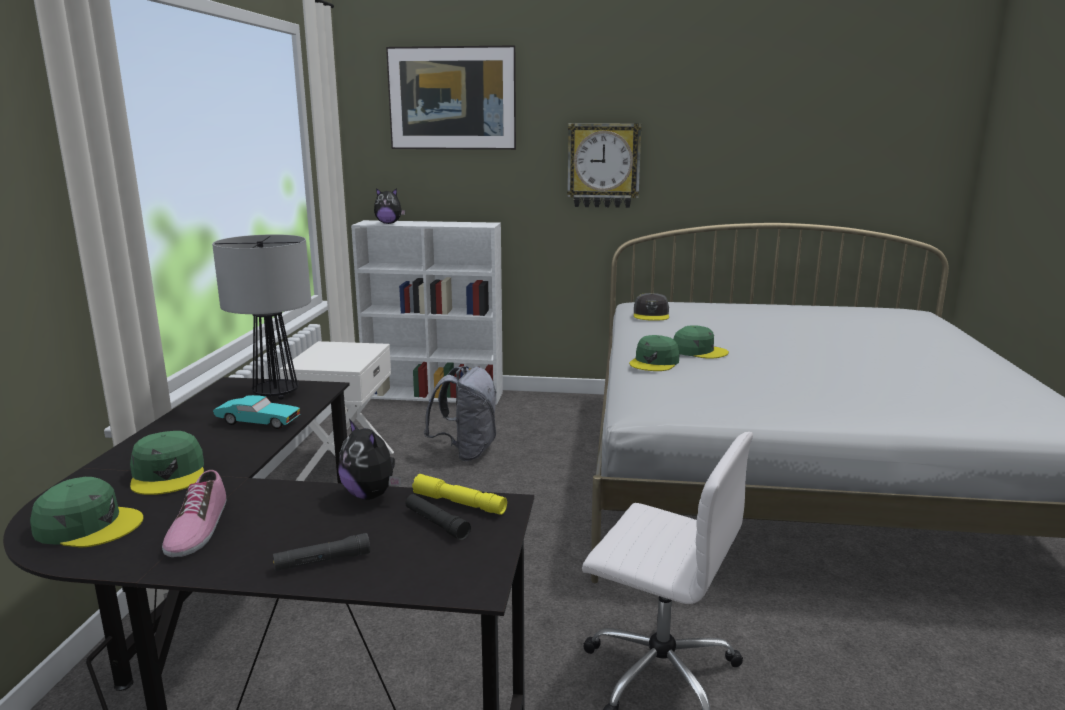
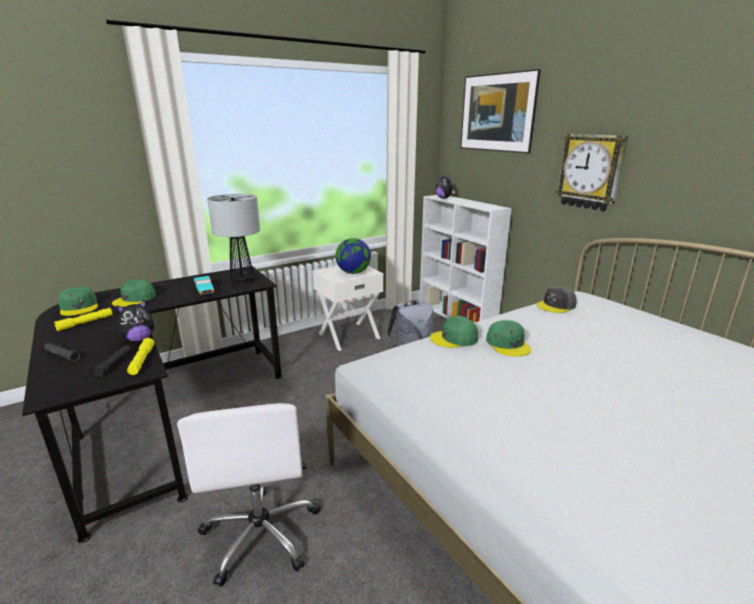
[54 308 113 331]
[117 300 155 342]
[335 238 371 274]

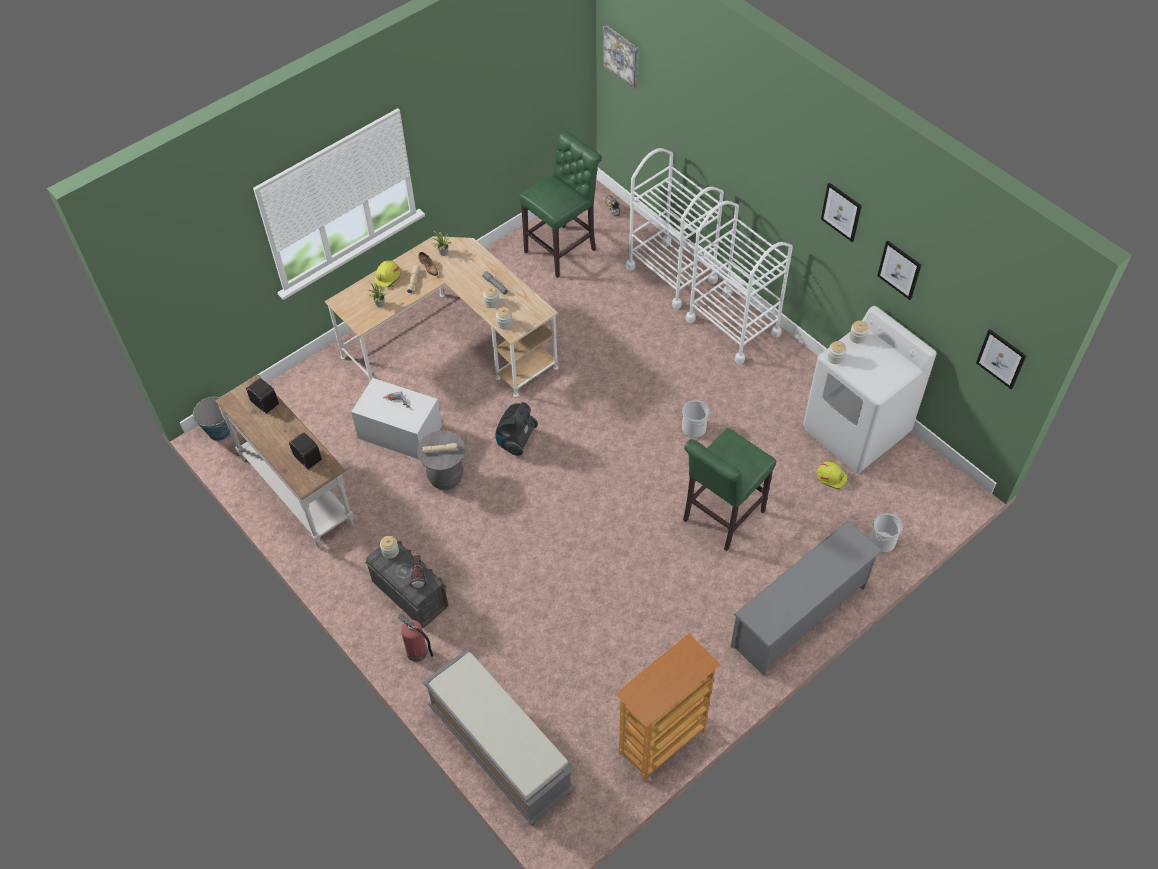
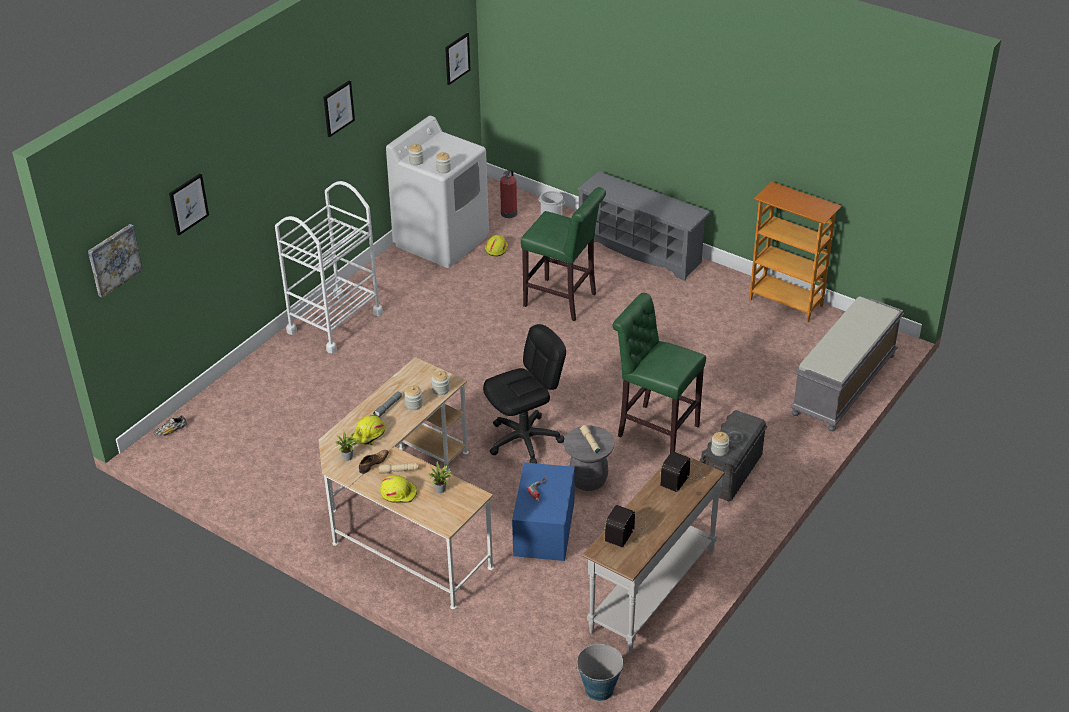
[512 462 575 561]
[500 170 517 218]
[409 553 427 589] (first image)
[483 324 566 463]
[612 293 706 453]
[626 148 724 309] (first image)
[682 400 709 438] (first image)
[169 173 209 236]
[352 415 385 445]

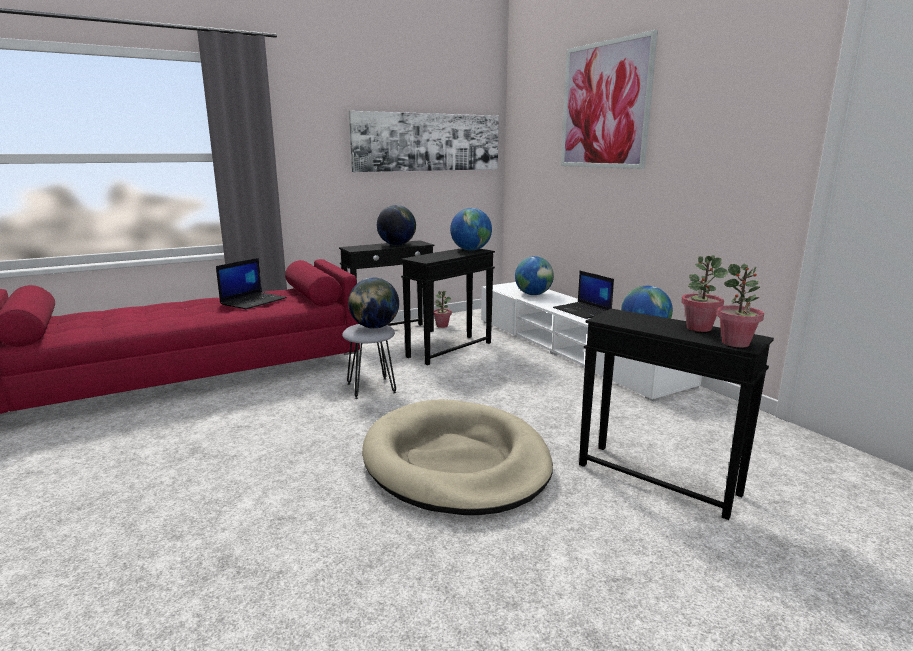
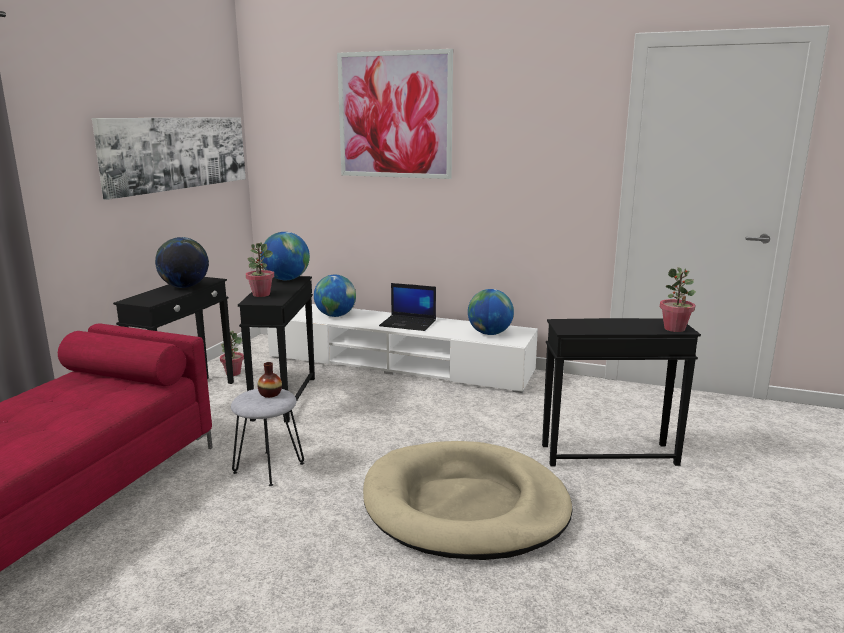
[216 258 287 309] (first image)
[258 362 282 398]
[246 242 274 297]

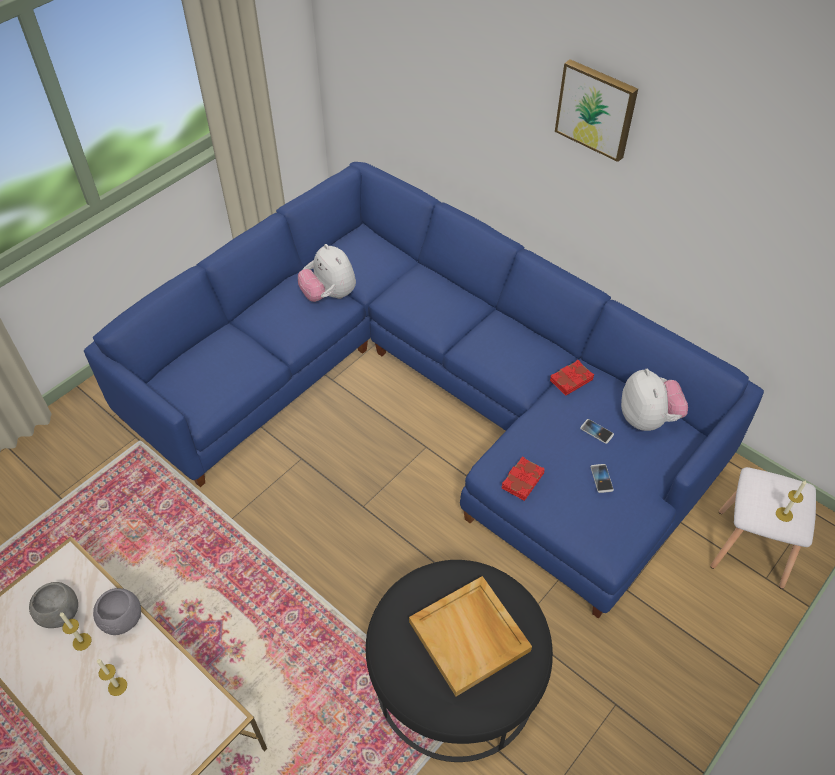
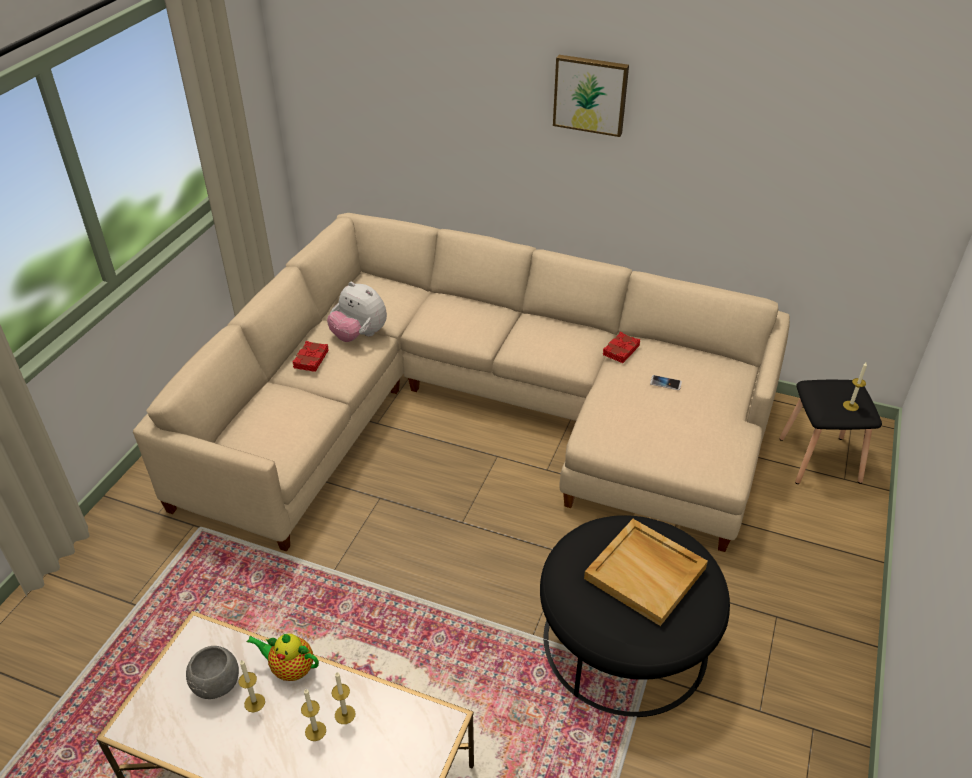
[133 213 790 552]
[247 633 319 681]
[292 341 329 372]
[590 464 614 493] (first image)
[621 369 688 431] (first image)
[779 380 882 484]
[332 672 356 724]

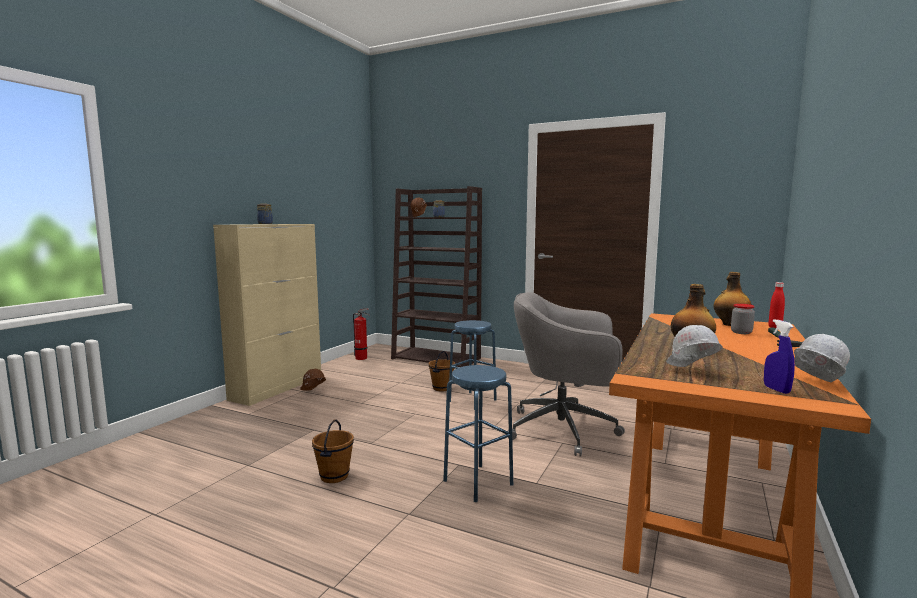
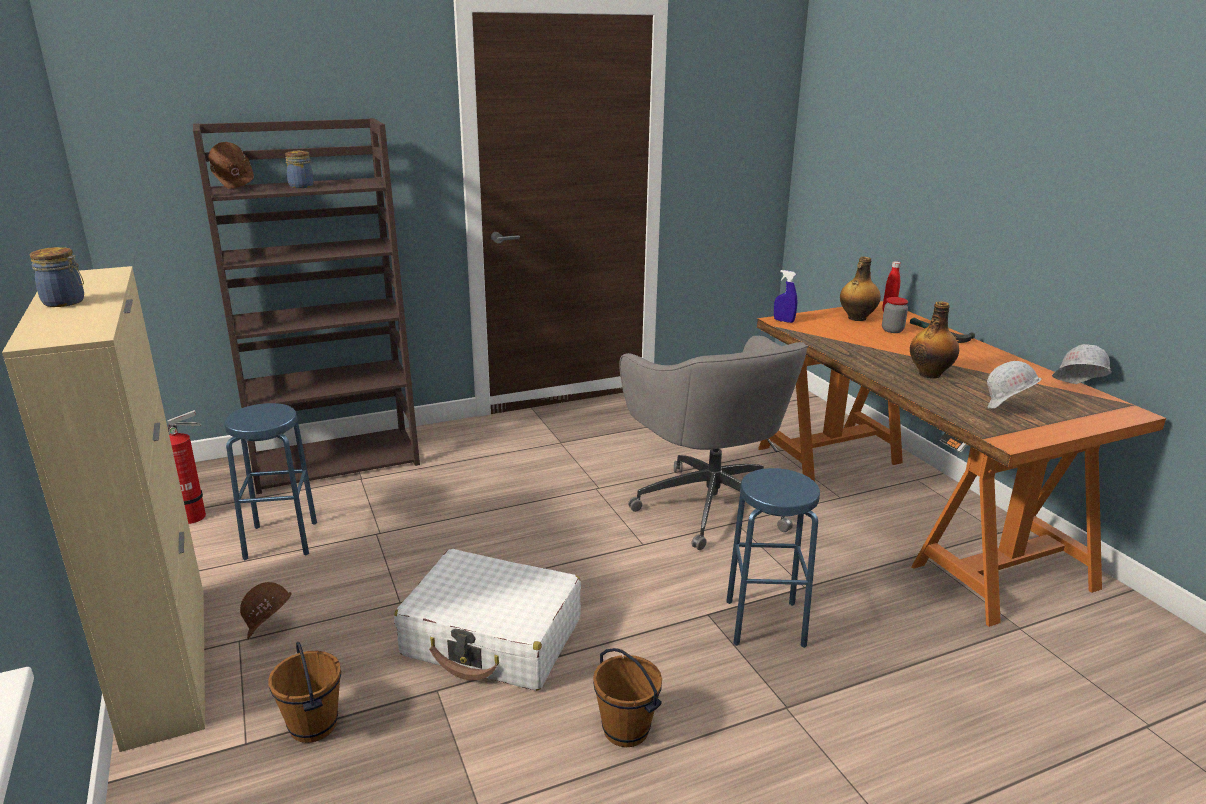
[268 642 341 743]
[224 403 317 560]
[619 336 808 550]
[774 270 797 323]
[394 549 581 691]

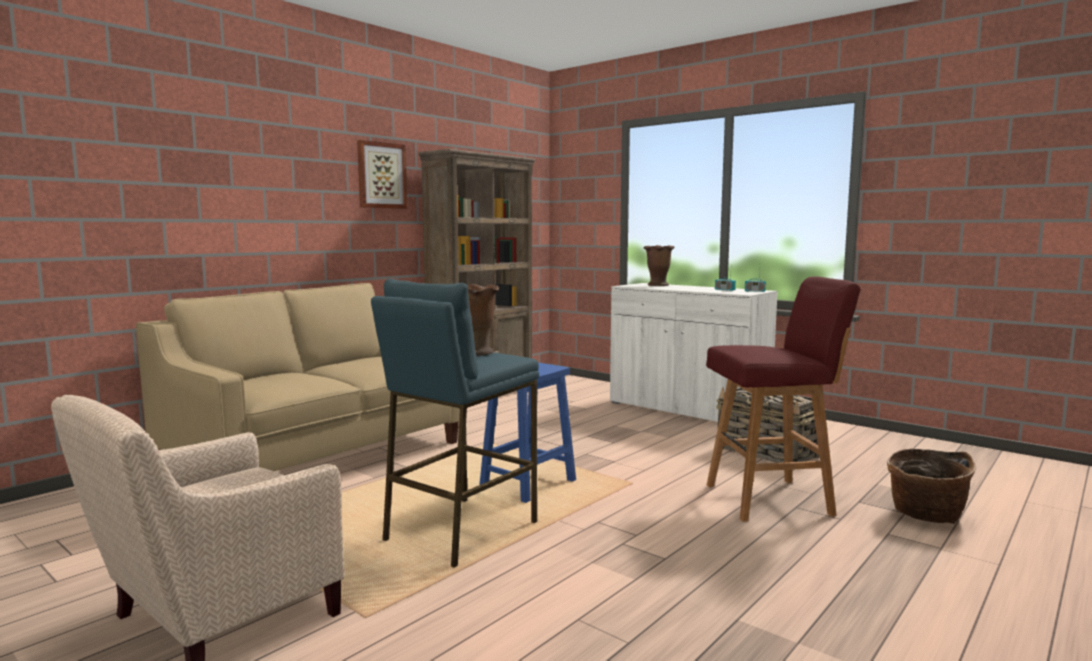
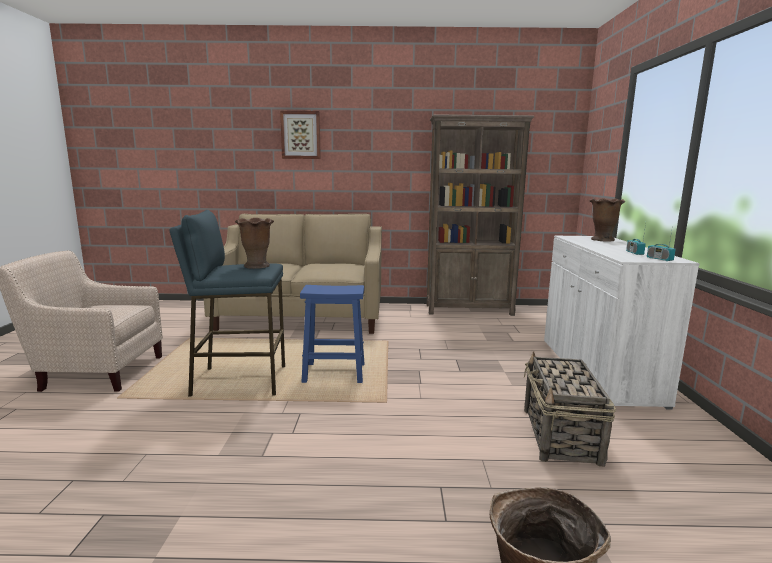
[280 111 321 159]
[706 276 861 522] (first image)

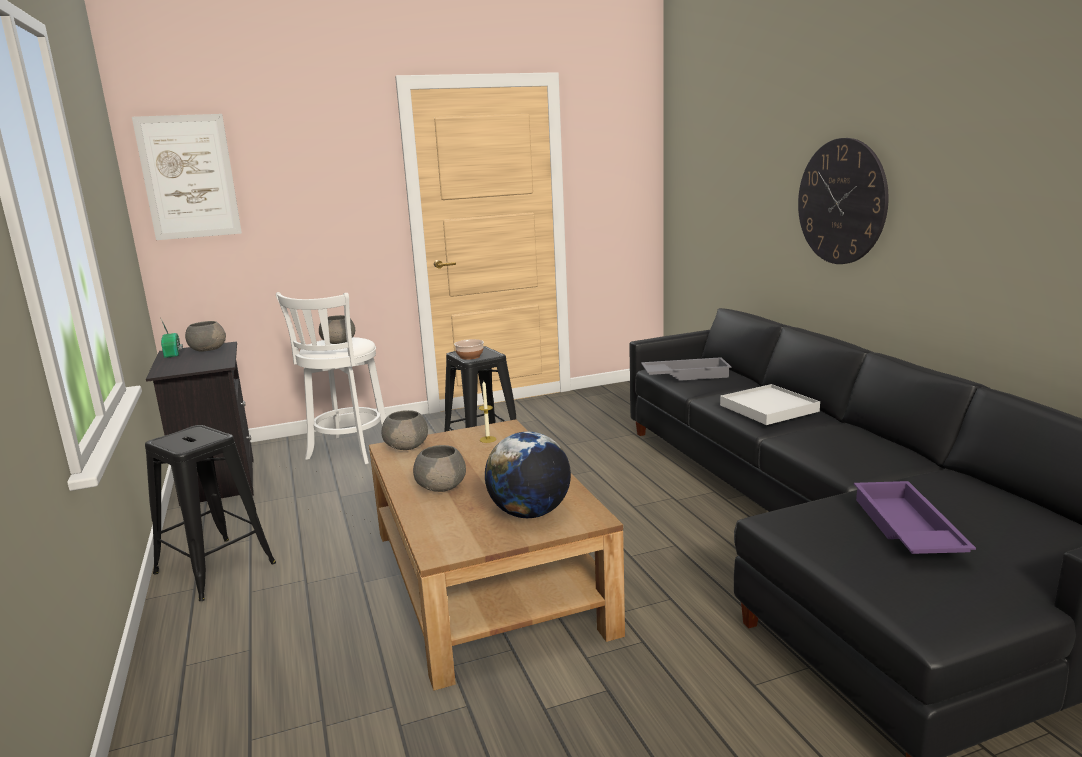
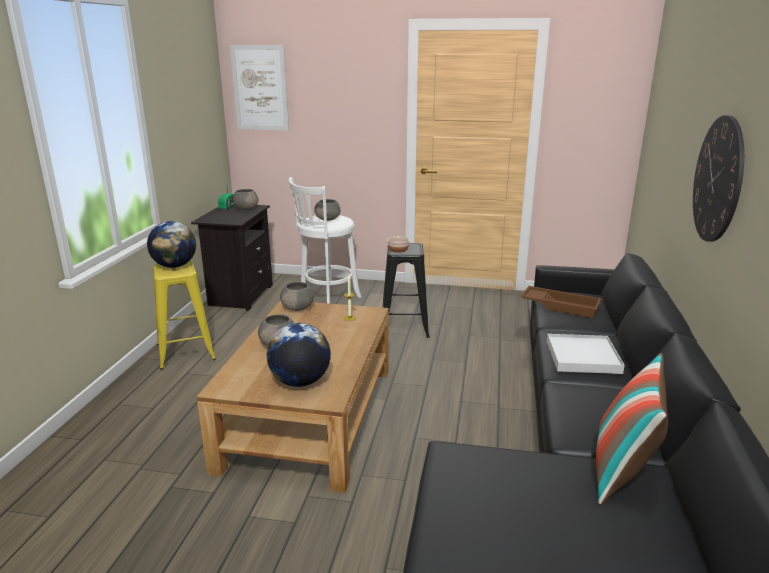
[153 261 216 370]
[521 286 601 318]
[854 481 976 554] (first image)
[147 221 196 268]
[596 353 668 504]

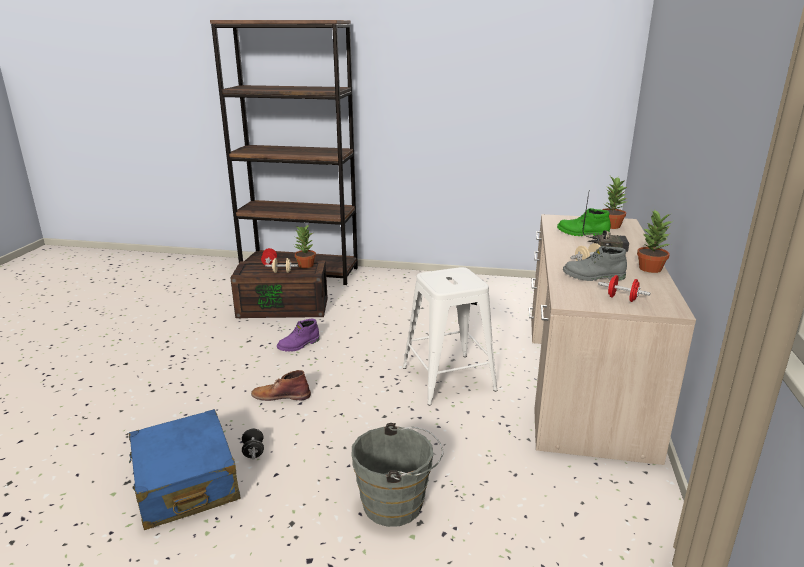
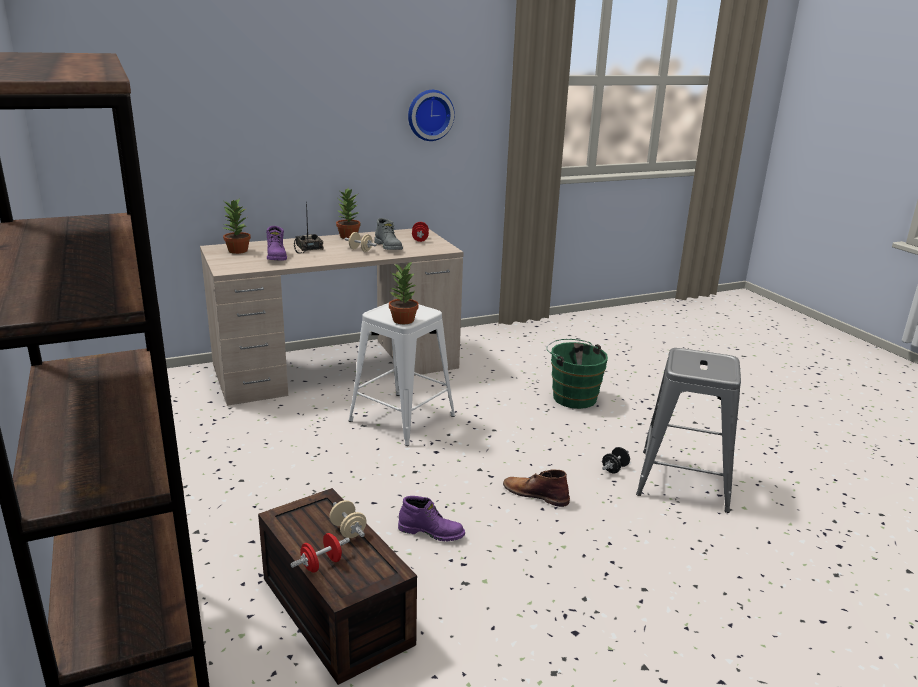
[636 348 741 513]
[503 469 570 507]
[389 261 419 324]
[547 339 608 409]
[266 226 287 260]
[408 90 455 141]

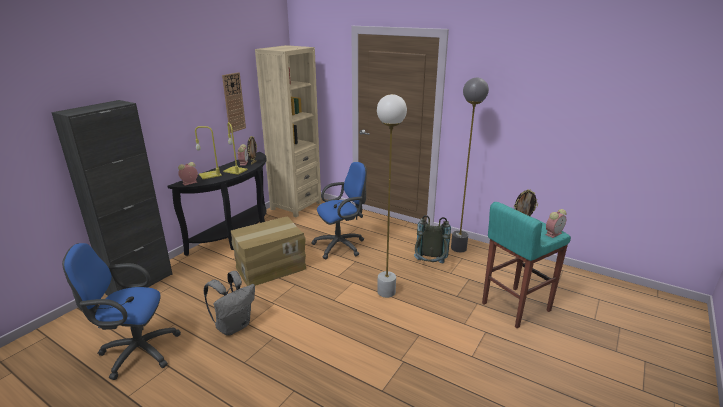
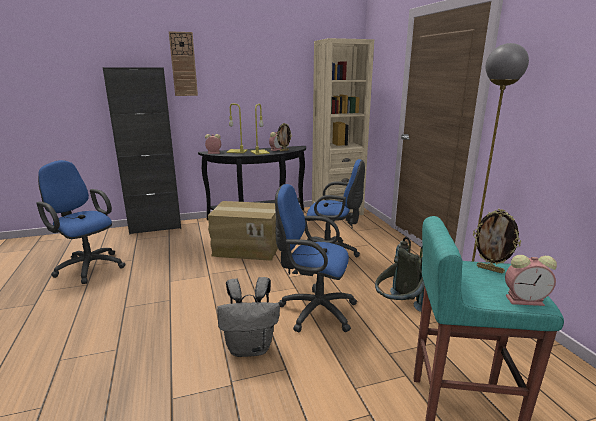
[217 277 280 357]
[169 31 198 96]
[275 184 357 332]

